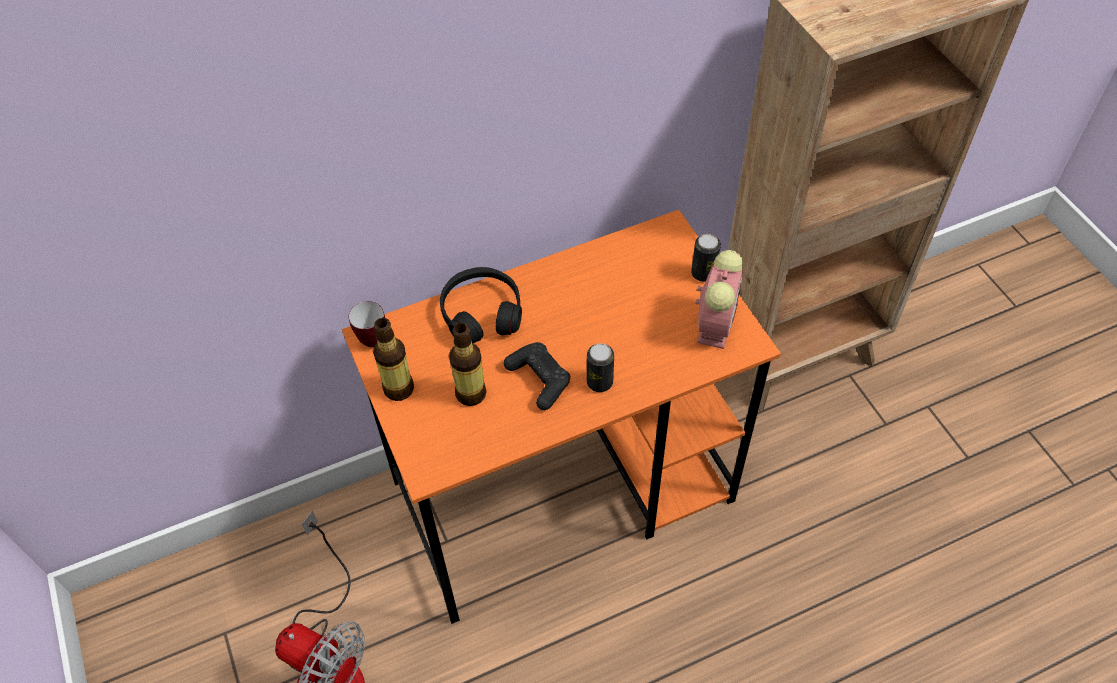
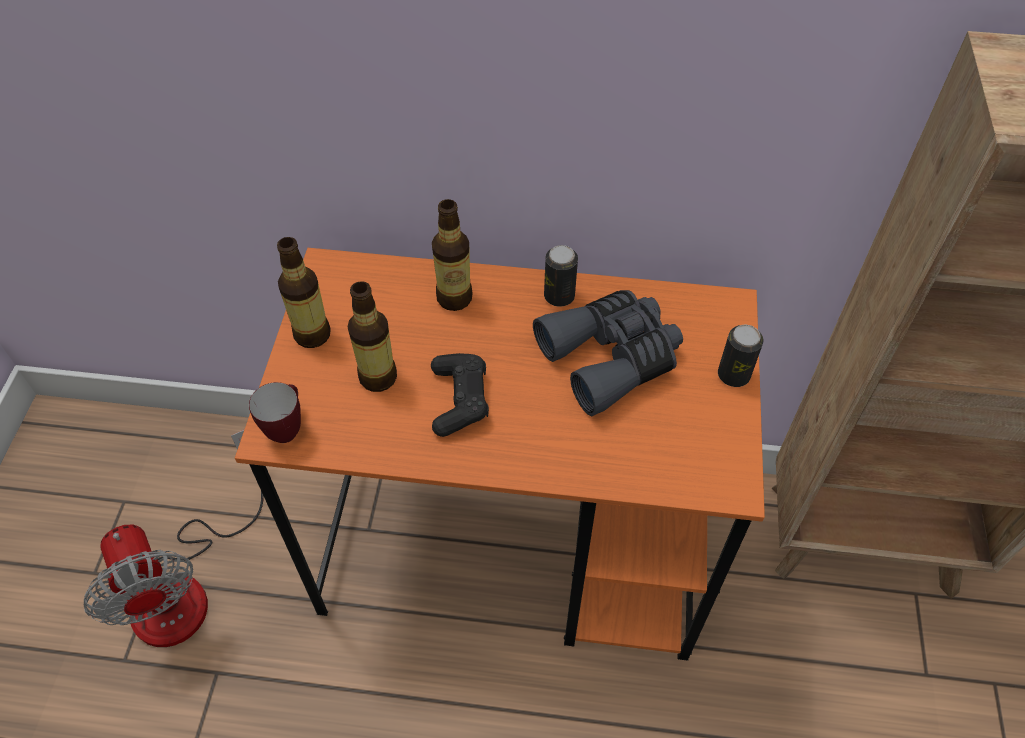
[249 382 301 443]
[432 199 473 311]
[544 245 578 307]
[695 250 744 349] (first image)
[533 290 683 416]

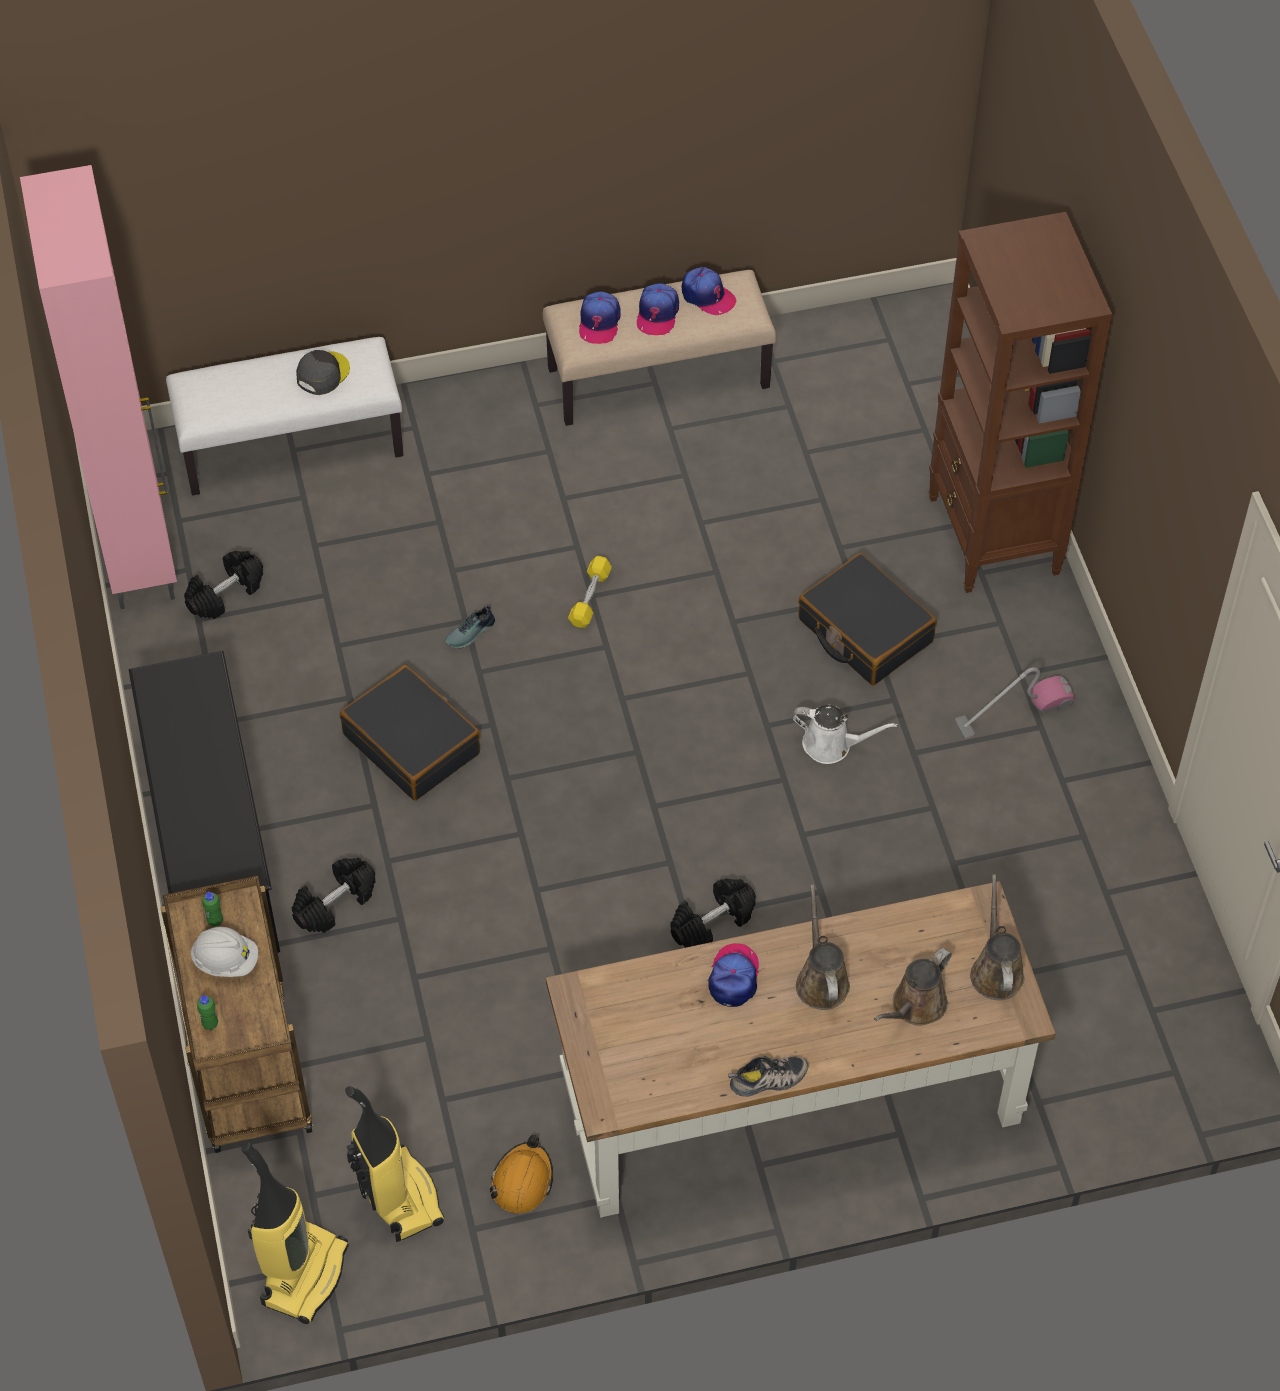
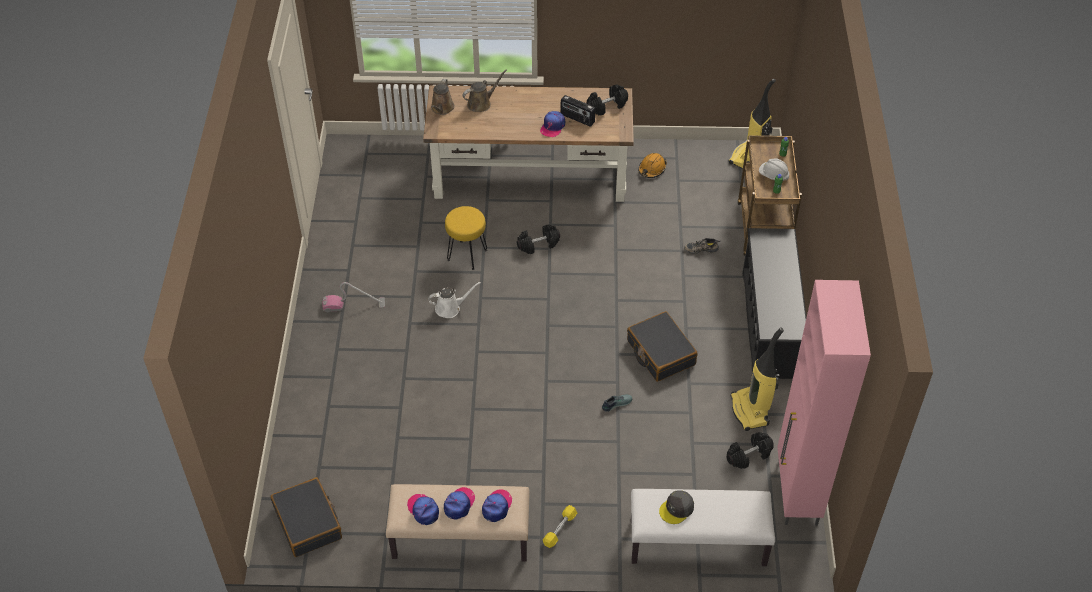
[586 84 628 116]
[730 327 784 431]
[543 505 577 548]
[684 238 721 254]
[428 282 481 318]
[796 884 850 1010] (first image)
[270 477 342 557]
[928 212 1112 593] (first image)
[445 206 487 270]
[561 95 595 127]

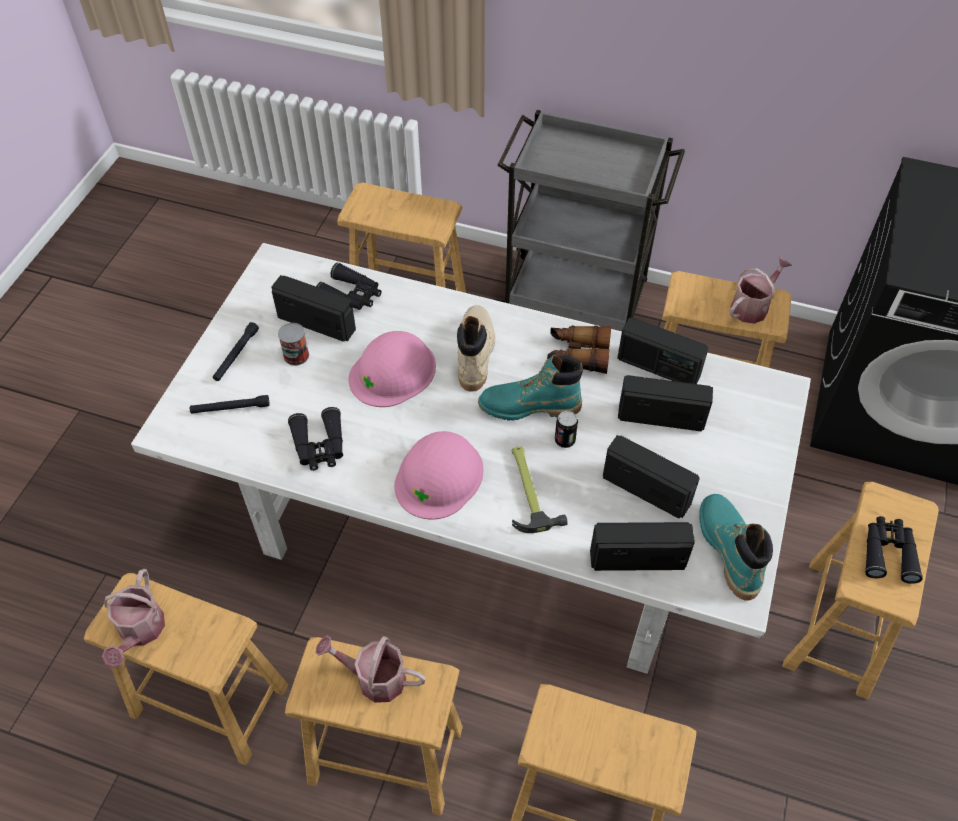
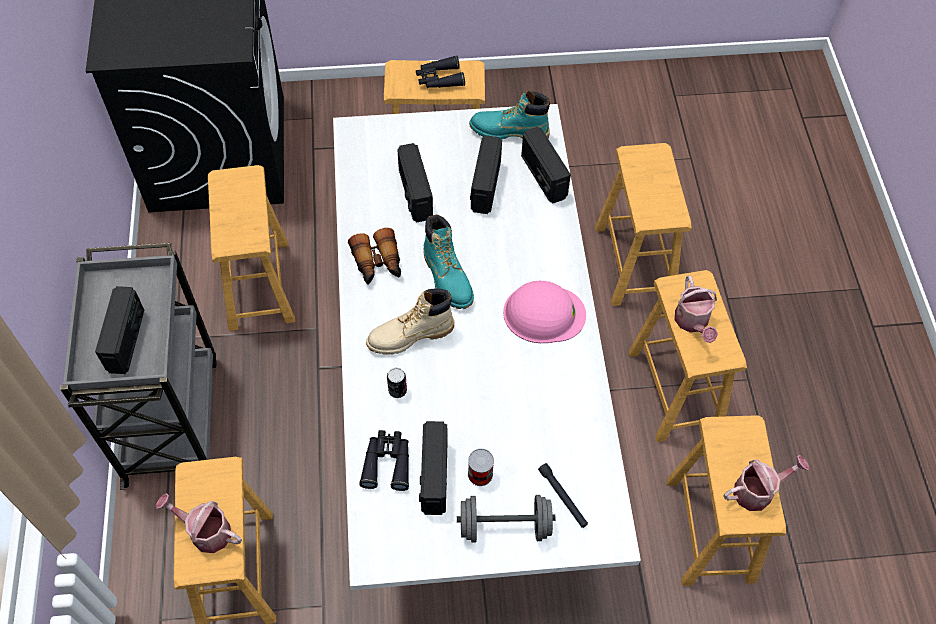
[457 495 556 543]
[288 407 343 471] (first image)
[348 331 436 407] (first image)
[512 446 568 533] (first image)
[387 368 407 398]
[95 286 144 374]
[469 90 550 140]
[156 493 242 553]

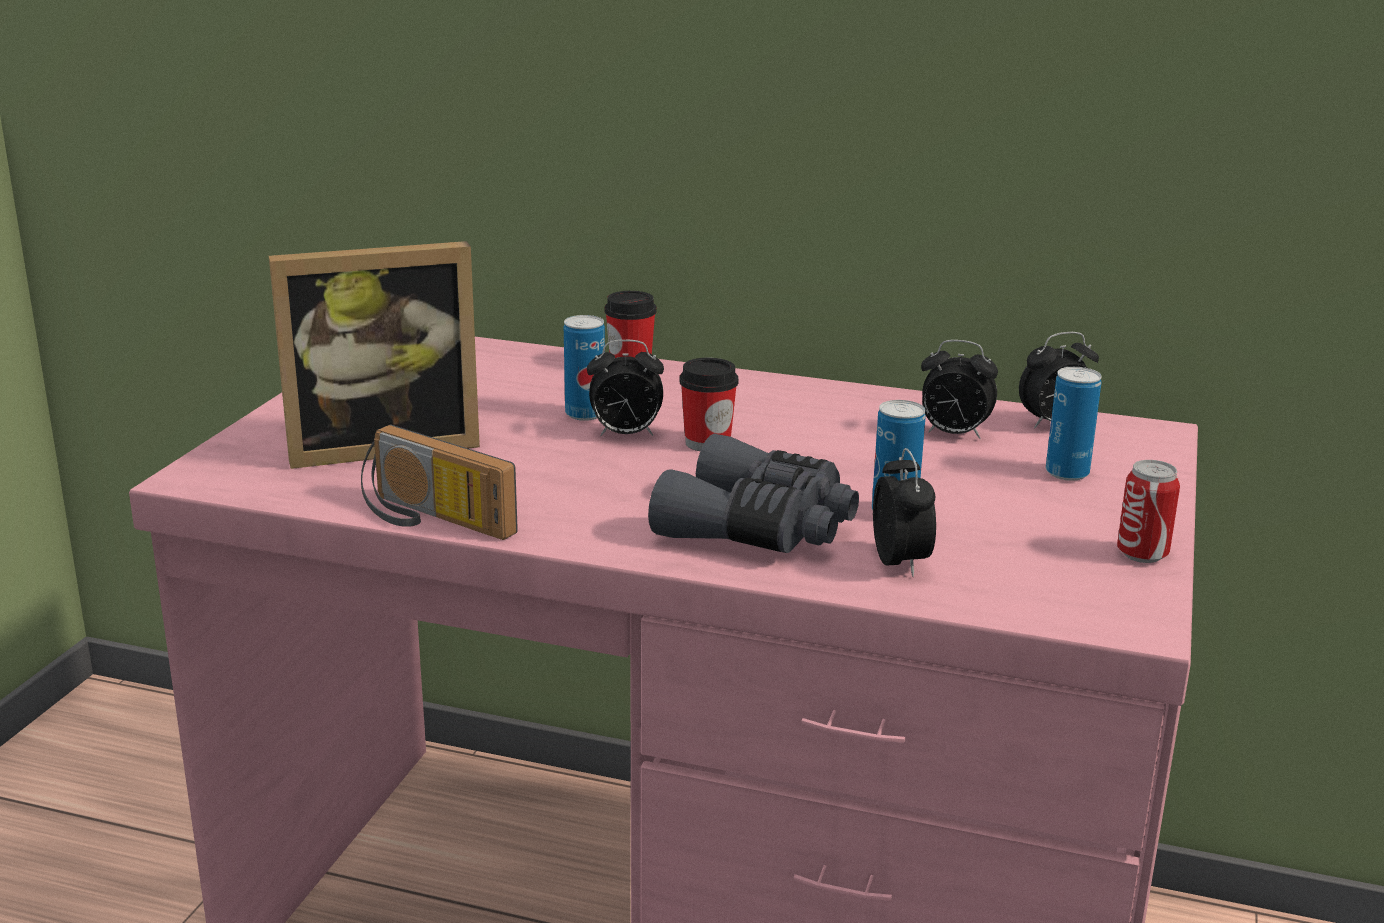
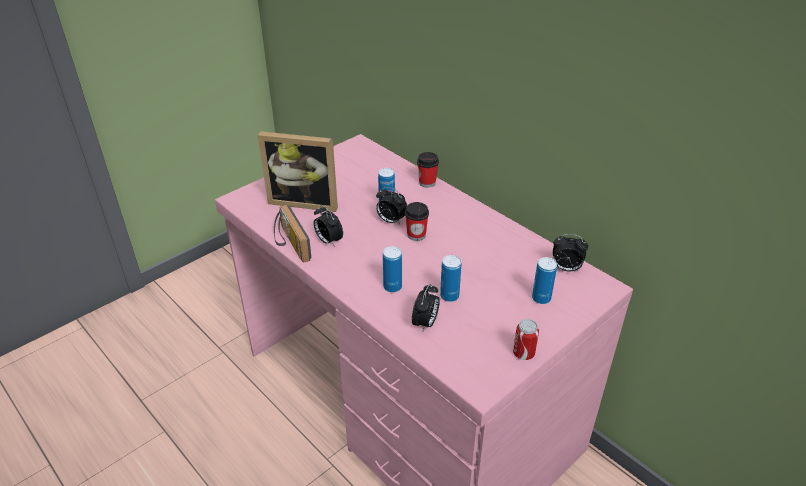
[383 246 402 292]
[314 205 343 247]

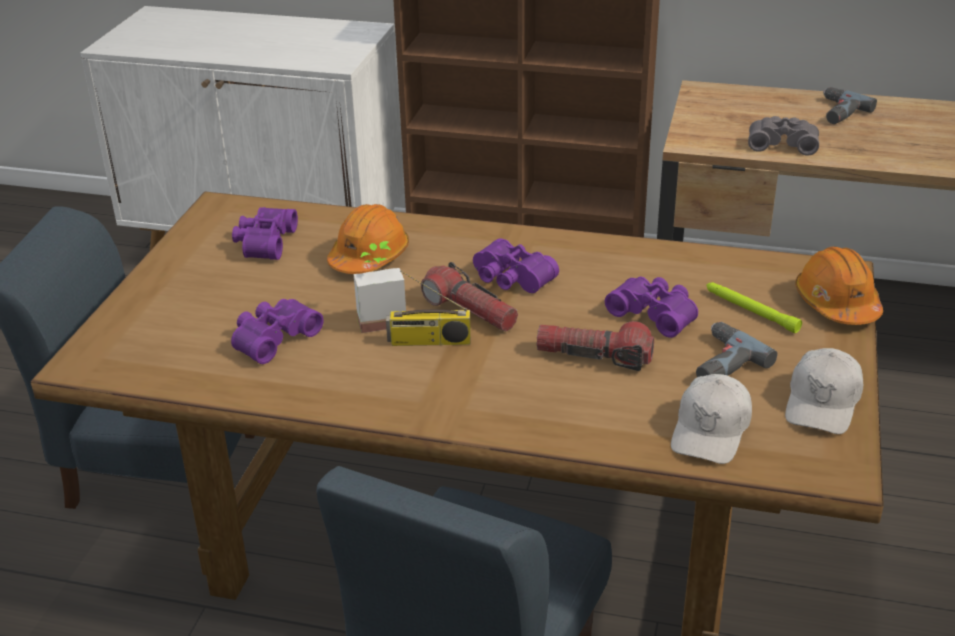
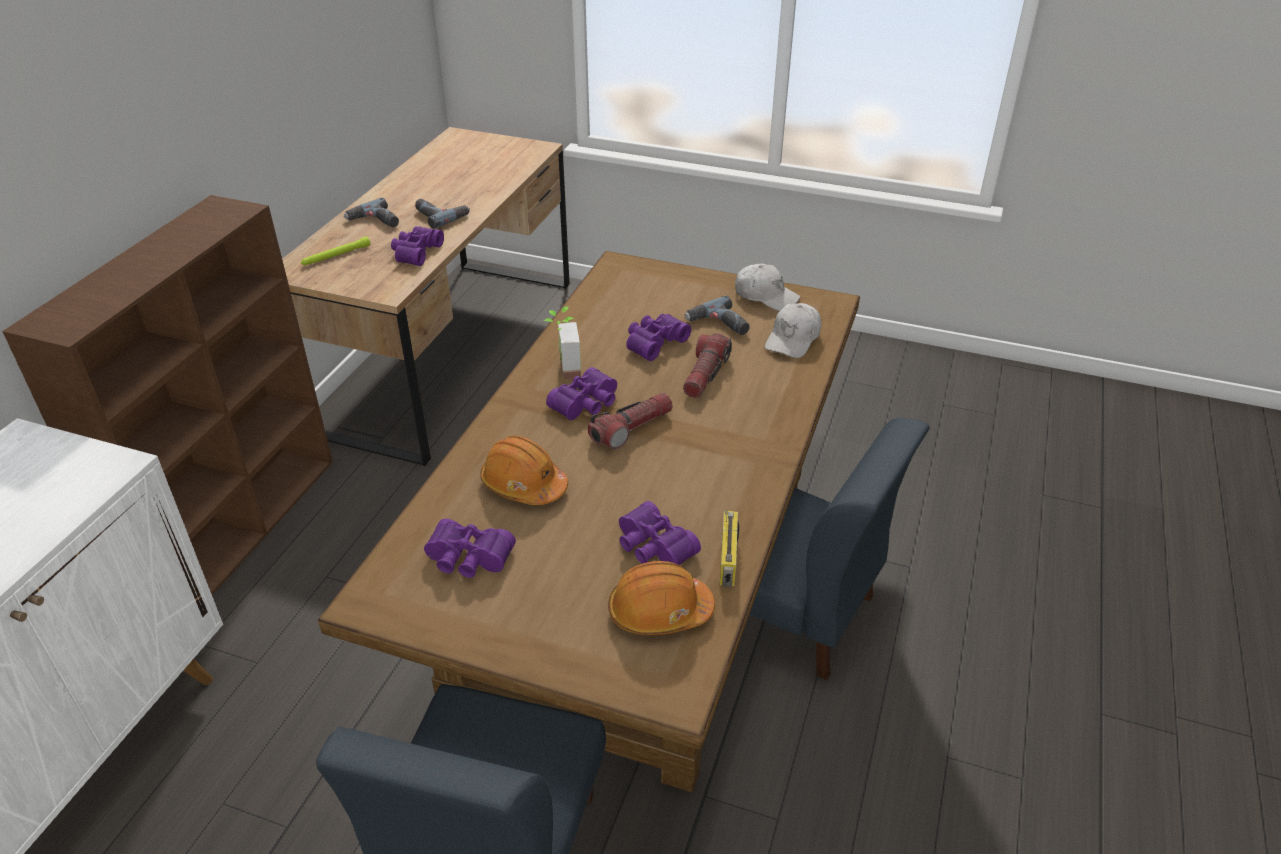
[544 306 581 379]
[720 510 739 587]
[765 303 821 358]
[301 237 371 265]
[391 226 444 266]
[608 561 715 635]
[415 199 470 229]

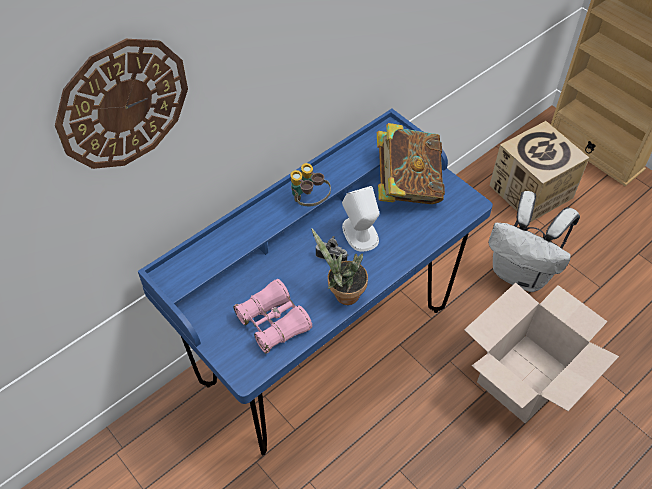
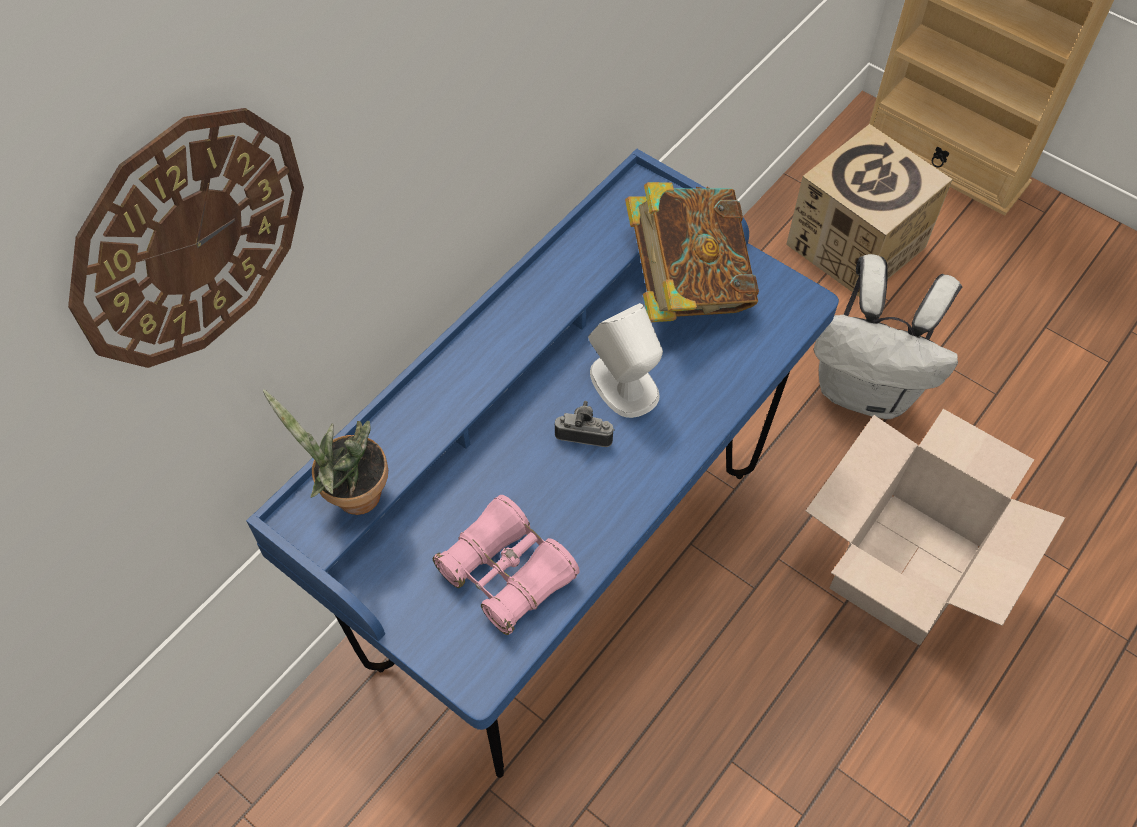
[290 163 331 206] (first image)
[263 389 388 515]

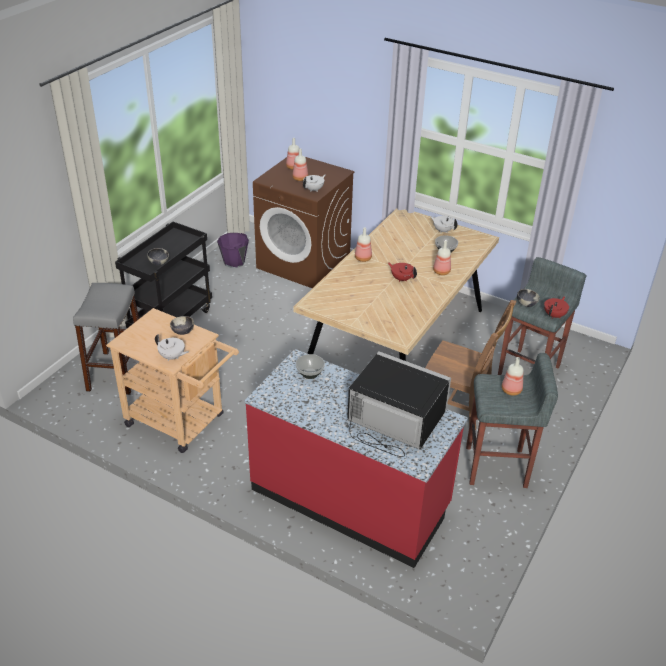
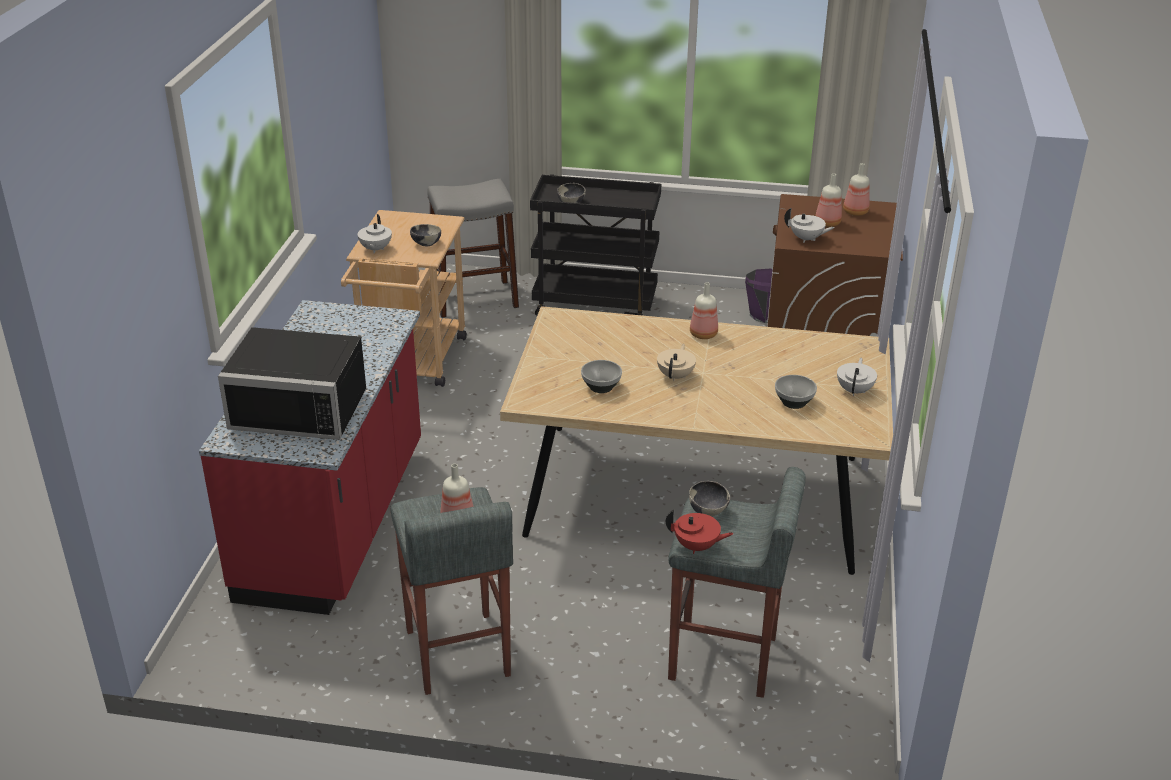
[581 360 622 393]
[218 327 366 440]
[657 344 696 381]
[425 300 516 430] (first image)
[433 241 451 275] (first image)

